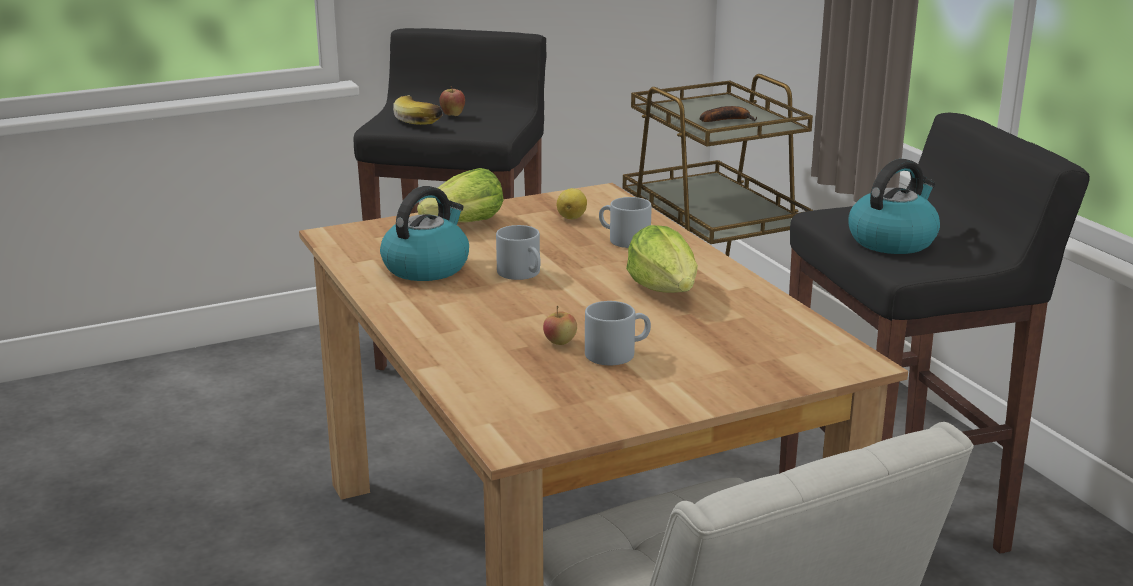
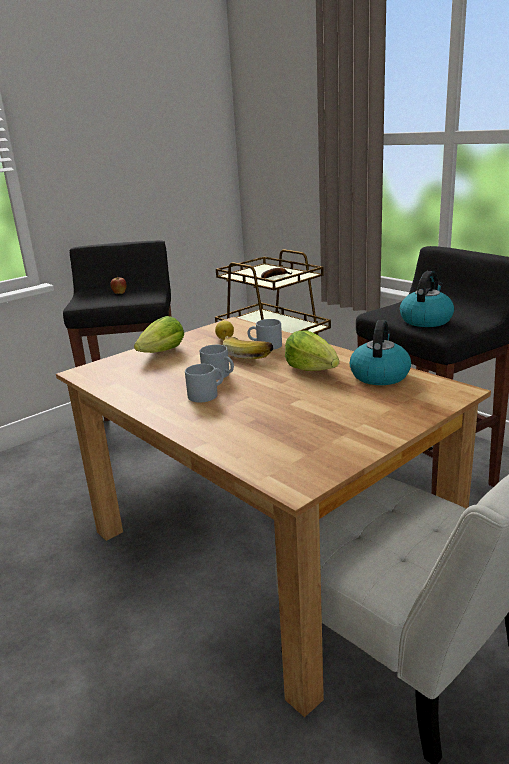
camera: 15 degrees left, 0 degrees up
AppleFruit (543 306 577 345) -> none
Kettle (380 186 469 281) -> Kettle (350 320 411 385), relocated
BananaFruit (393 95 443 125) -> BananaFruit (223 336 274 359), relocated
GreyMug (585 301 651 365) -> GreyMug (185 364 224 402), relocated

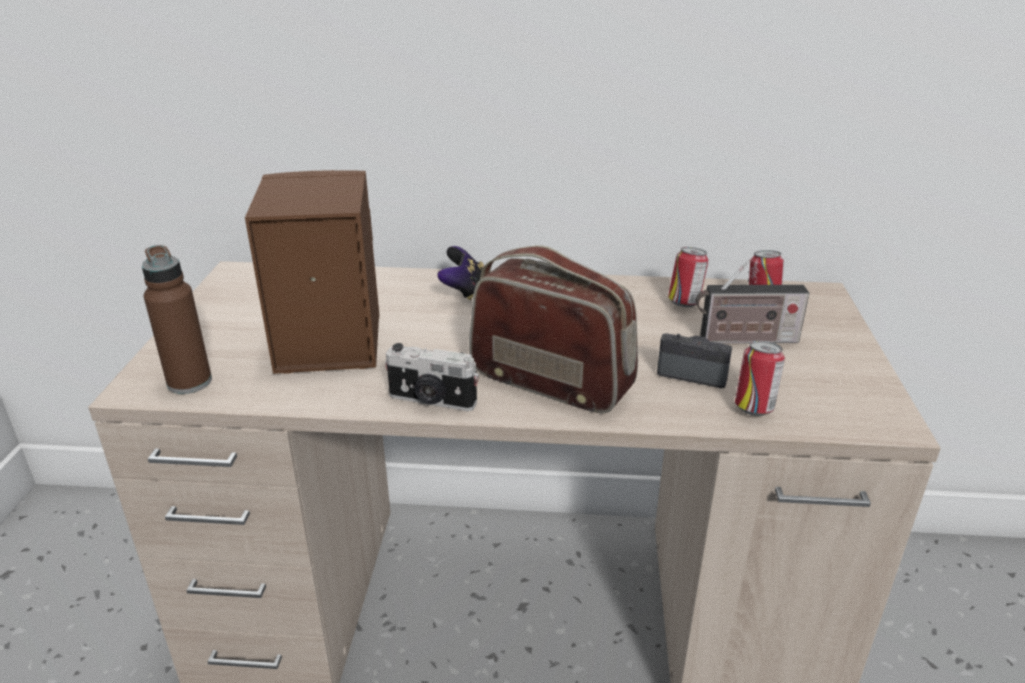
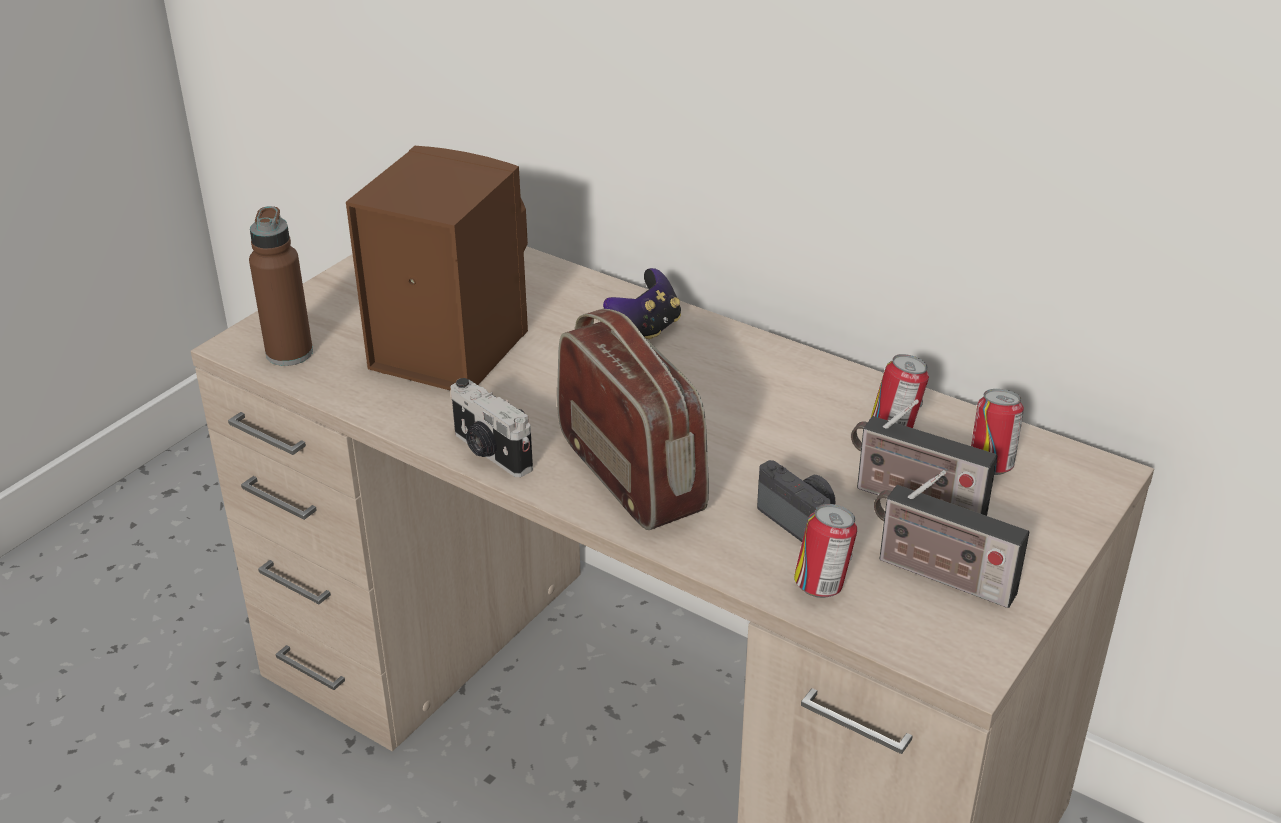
camera: 30 degrees right, 5 degrees up
none -> RadioReceiver (874 470 1029 608)

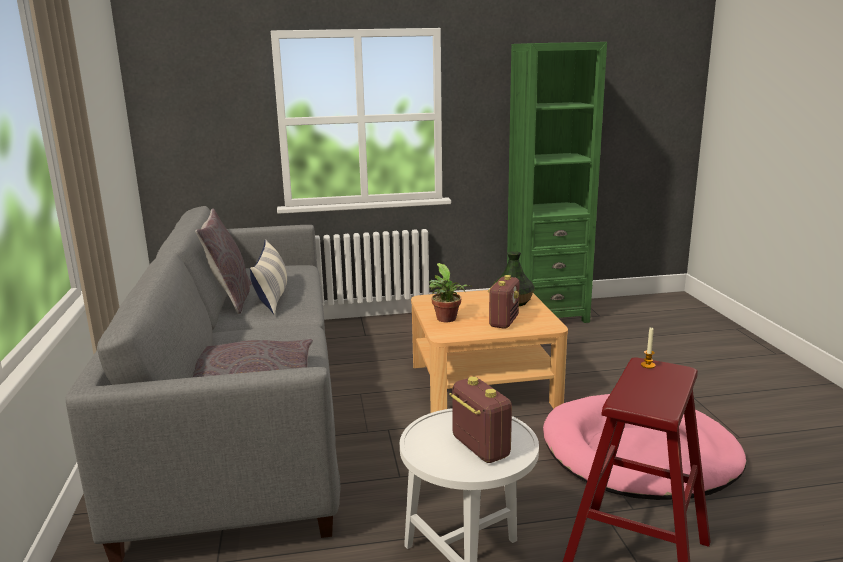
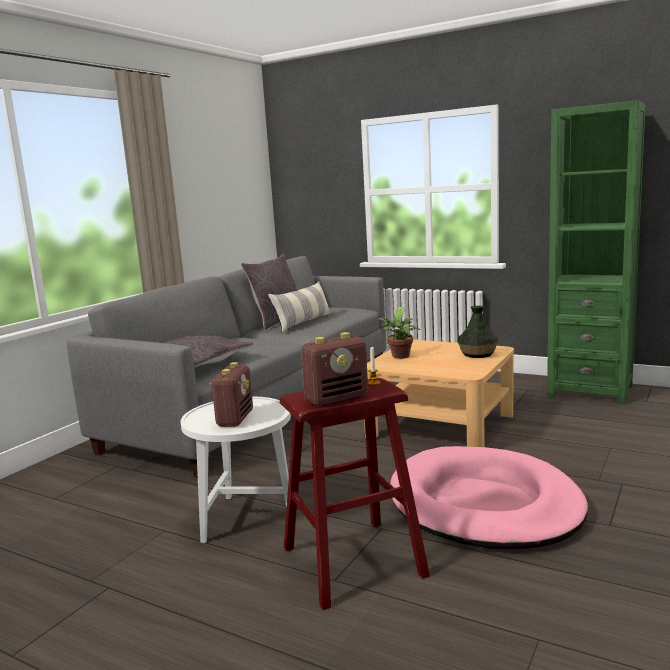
camera: 40 degrees right, 5 degrees down
RadioReceiver (488 275 519 329) -> RadioReceiver (301 332 368 406), relocated

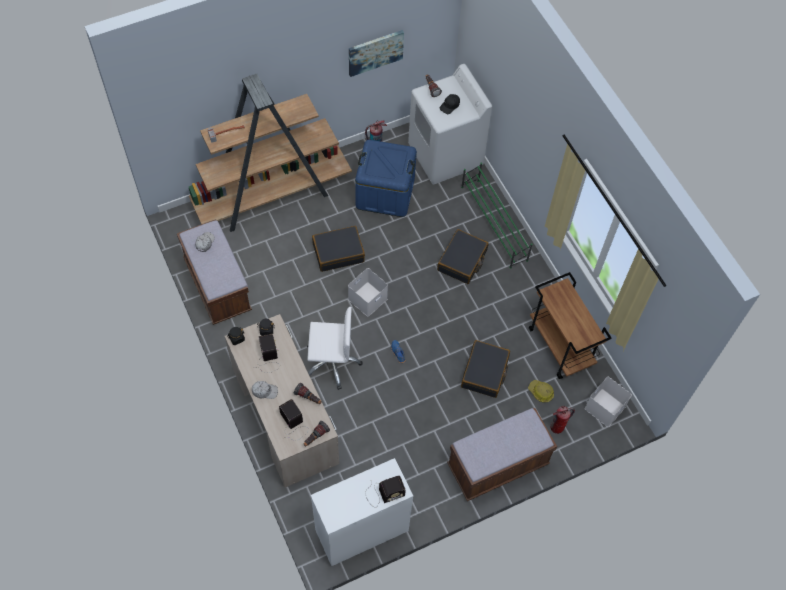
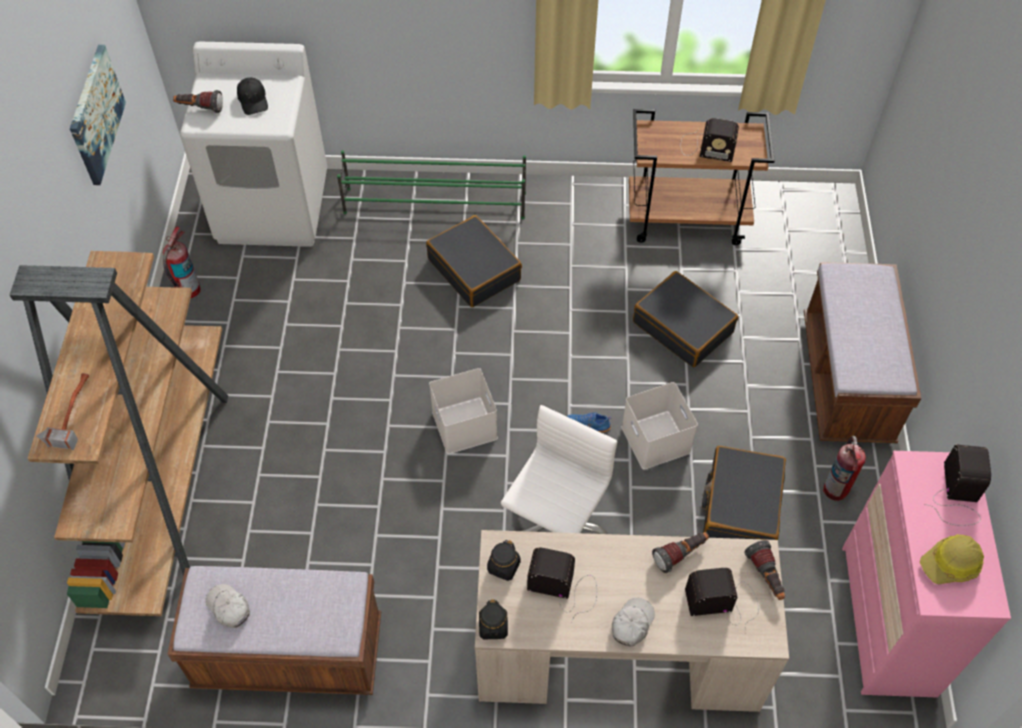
camera: 60 degrees left, 5 degrees down
BlueStorageBox (355 140 417 217) -> none
none -> RadioReceiver (681 118 739 162)
BlackishSuitcase (312 226 365 272) -> BlackishSuitcase (702 446 786 540), relocated
WorkHelmet (528 380 554 402) -> WorkHelmet (920 535 984 584), relocated
FireExtinguisher (550 406 575 434) -> FireExtinguisher (823 436 866 501), relocated
WhiteColouredStorageBox (585 377 632 427) -> WhiteColouredStorageBox (621 382 698 469), relocated
WhiteColouredChestOfDrawers (310 458 414 566) -> PinkChestOfDrawers (842 451 1011 698)

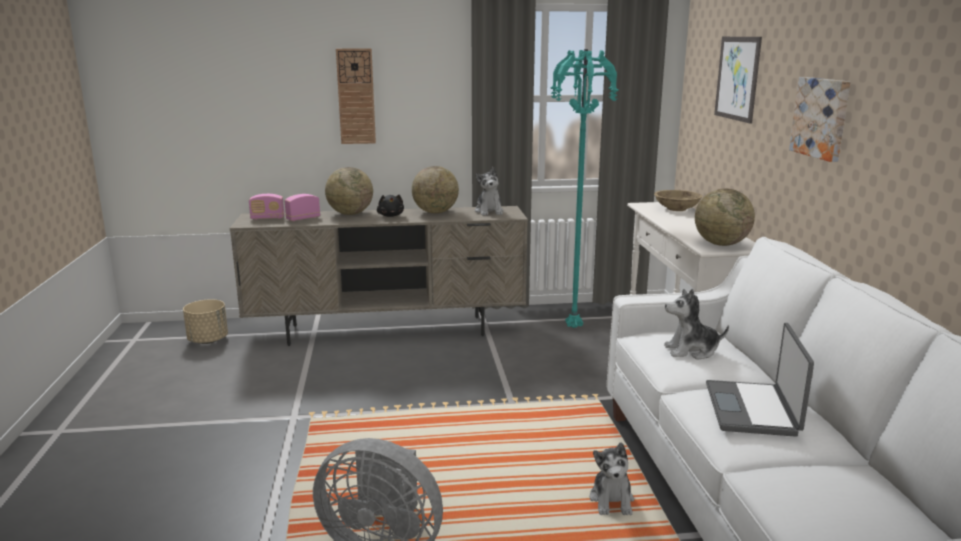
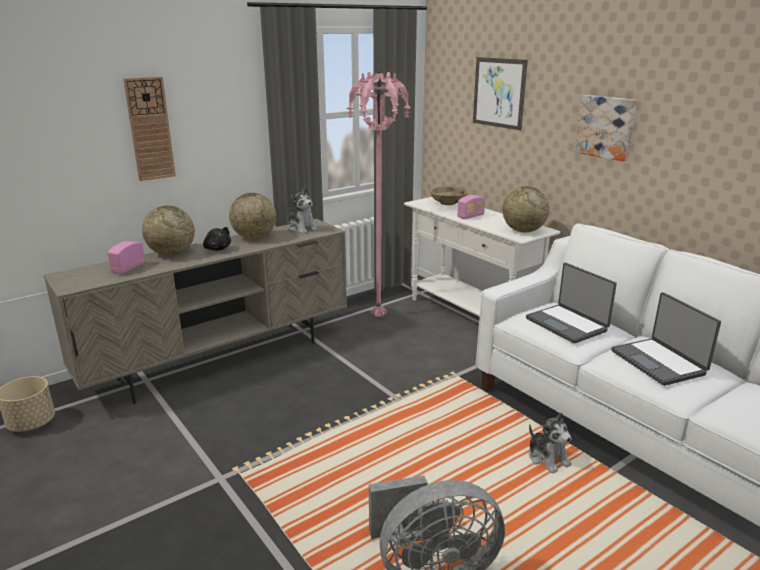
camera: 30 degrees left, 5 degrees up
RadioReceiver (249 194 284 220) -> RadioReceiver (457 195 485 219), relocated
SoftToy (664 289 729 360) -> Laptop (526 263 617 344)
BlueGreenFloorLamp (550 49 618 328) -> PinkFloorLamp (347 72 411 317)

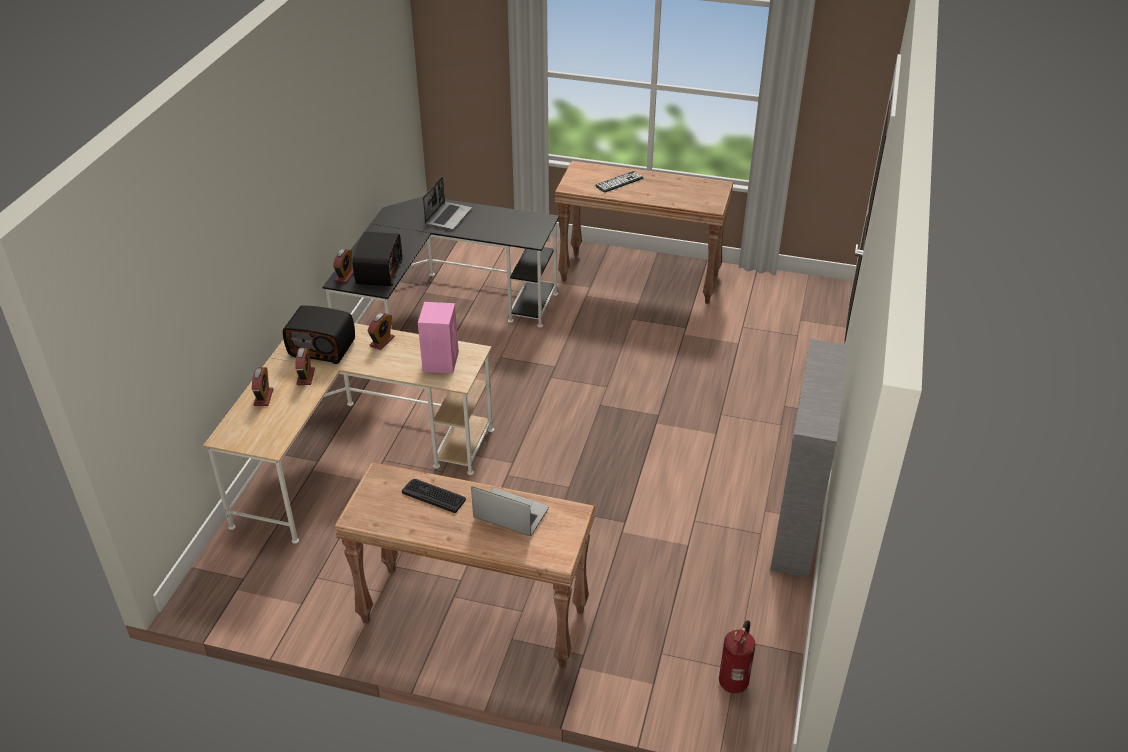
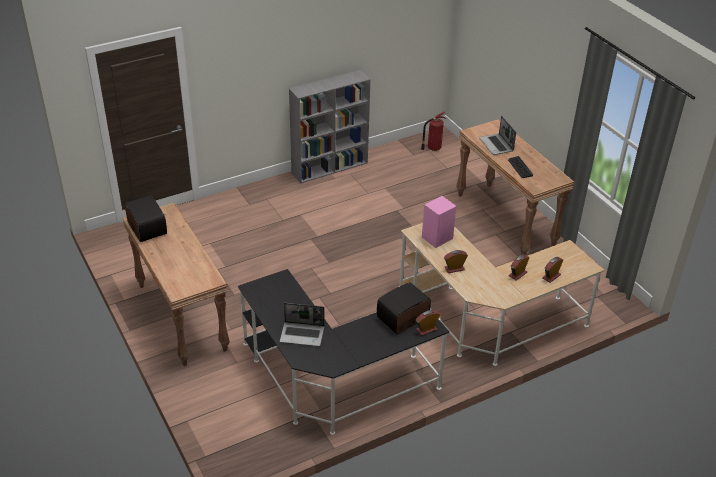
camera: 135 degrees left, 0 degrees up
ComputerKeyboard (595 171 643 192) -> none
RadioReceiver (283 305 355 364) -> RadioReceiver (125 195 167 242), relocated
Laptop (423 176 472 230) -> Laptop (280 303 324 346), 150 degrees counterclockwise

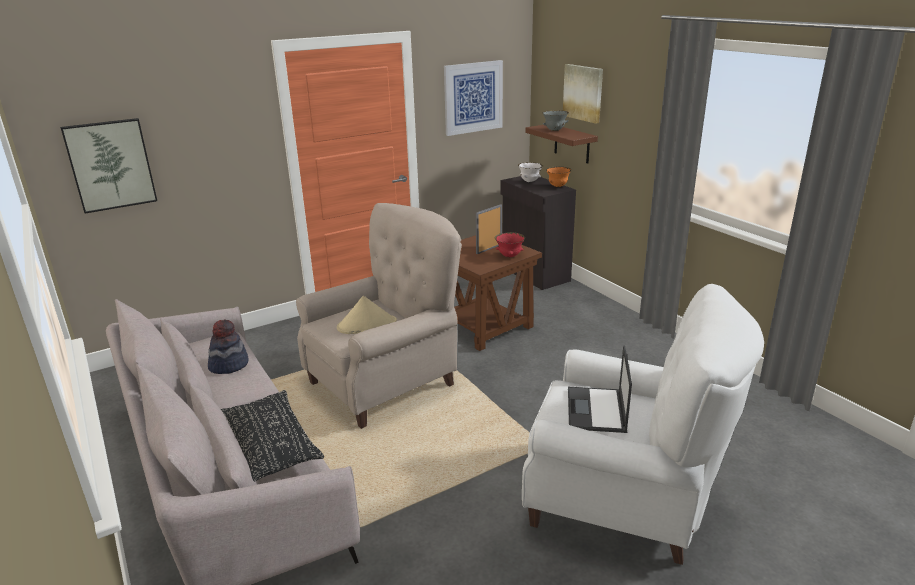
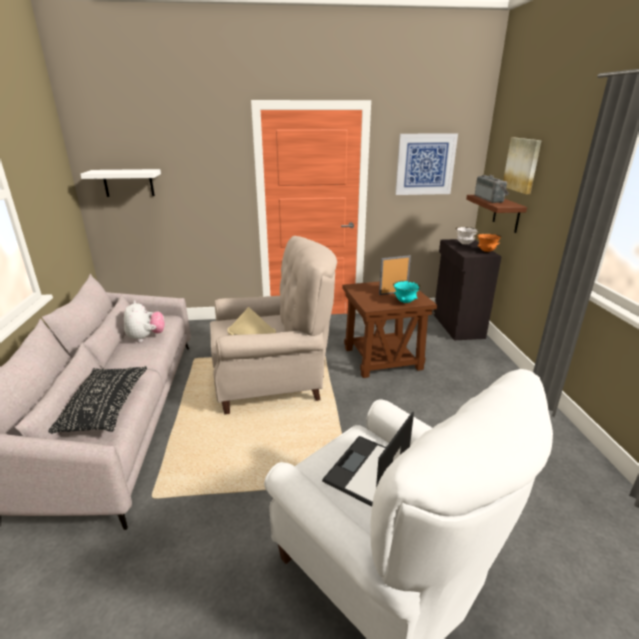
camera: 25 degrees right, 0 degrees up
WallArt (60 118 157 213) -> WhiteColouredShelf (80 169 161 197)
Hat (208 320 249 374) -> SoftToy (124 301 165 342)
GreyBowl (543 110 569 131) -> RadioReceiver (475 175 509 203)
RedBowl (495 232 525 257) -> BlueGreenBowl (393 281 421 303)

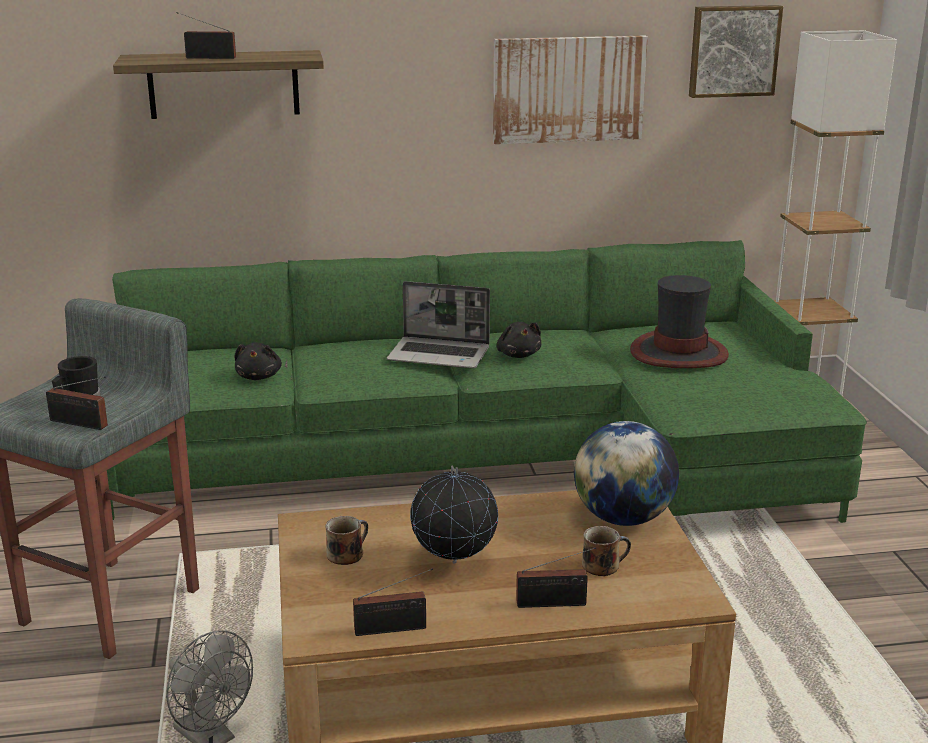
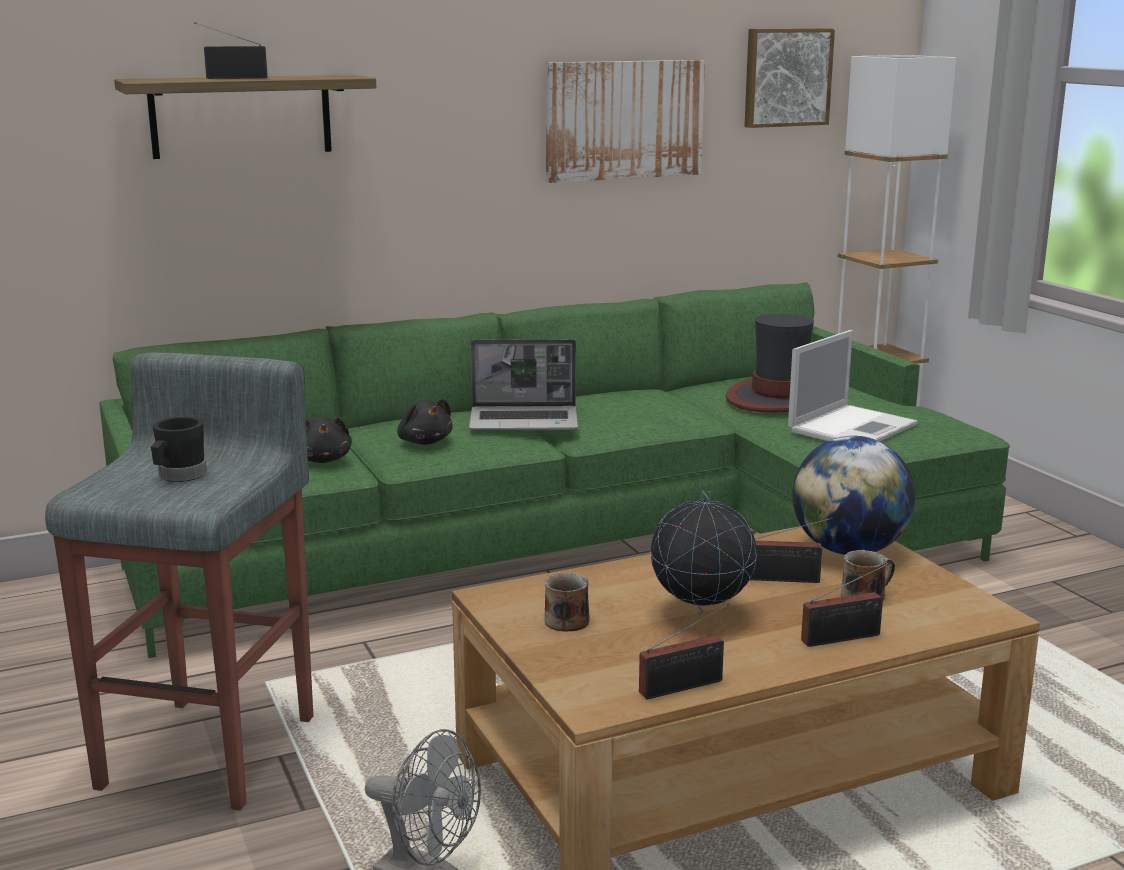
camera: 15 degrees left, 5 degrees down
none -> Laptop (788 330 918 441)
RadioReceiver (46 376 108 430) -> RadioReceiver (750 518 832 583), relocated
BlackishSoftToy (496 322 541 358) -> BlackishSoftToy (397 399 453 445), relocated

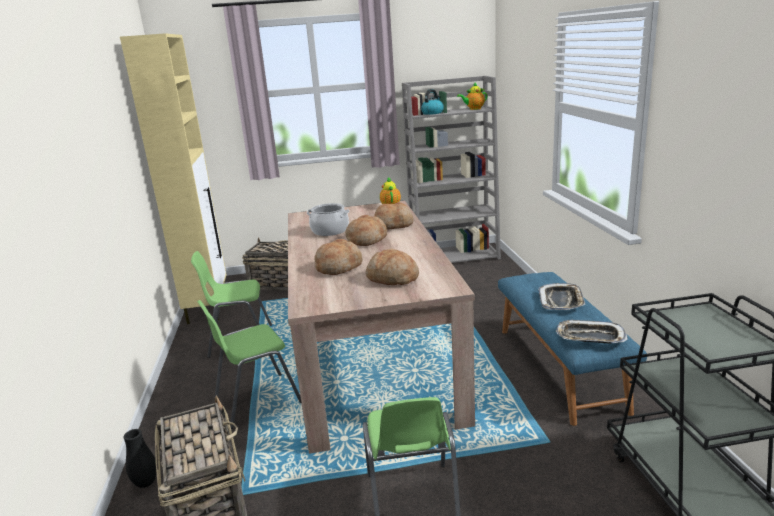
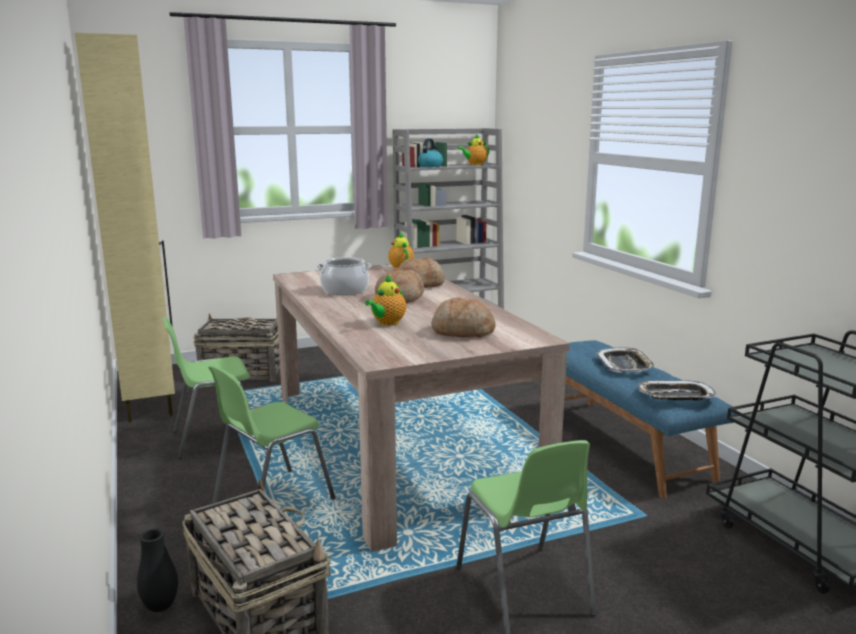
camera: 15 degrees left, 5 degrees down
Bread (314 239 363 275) -> PotForTea (365 274 406 326)

